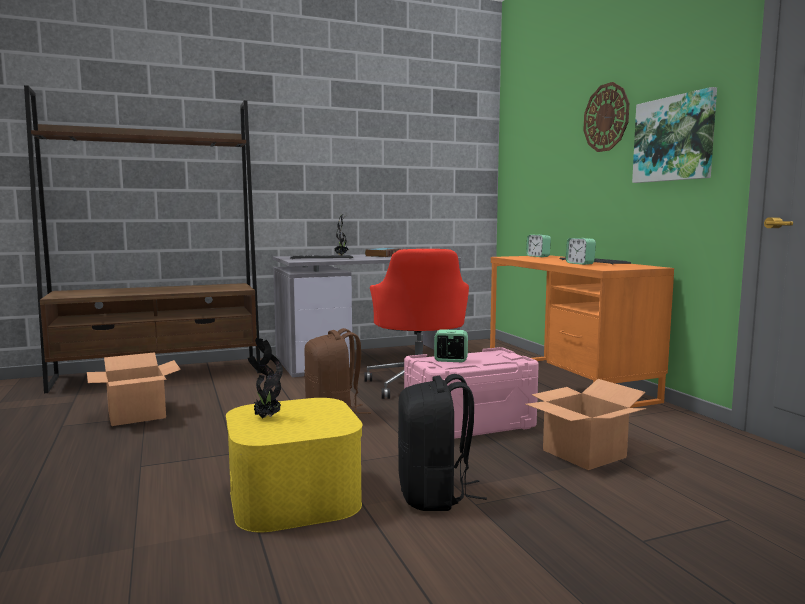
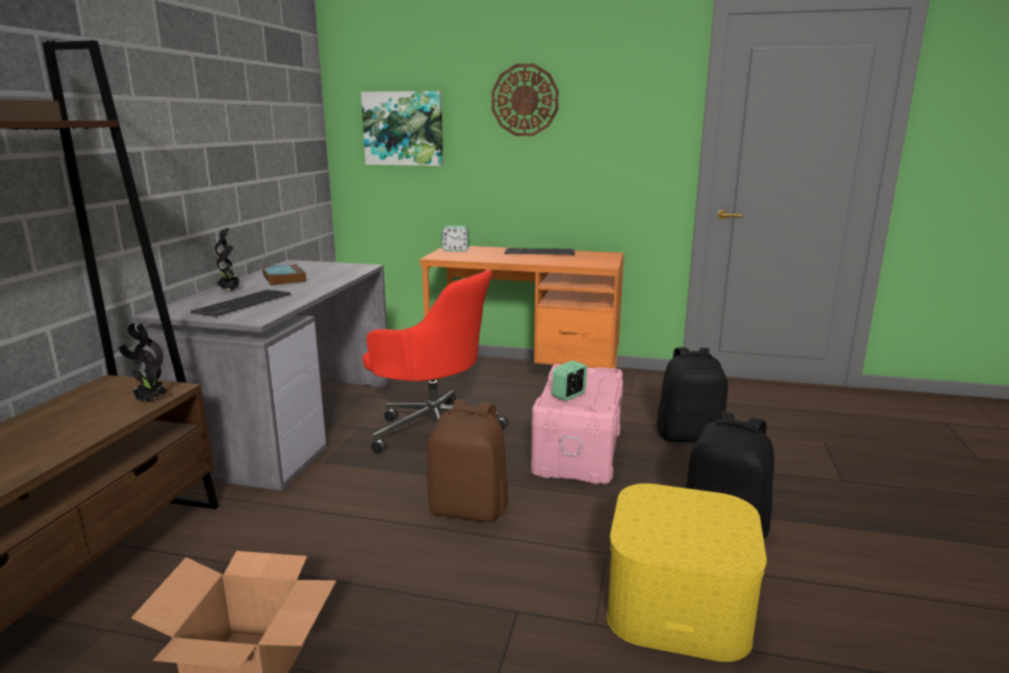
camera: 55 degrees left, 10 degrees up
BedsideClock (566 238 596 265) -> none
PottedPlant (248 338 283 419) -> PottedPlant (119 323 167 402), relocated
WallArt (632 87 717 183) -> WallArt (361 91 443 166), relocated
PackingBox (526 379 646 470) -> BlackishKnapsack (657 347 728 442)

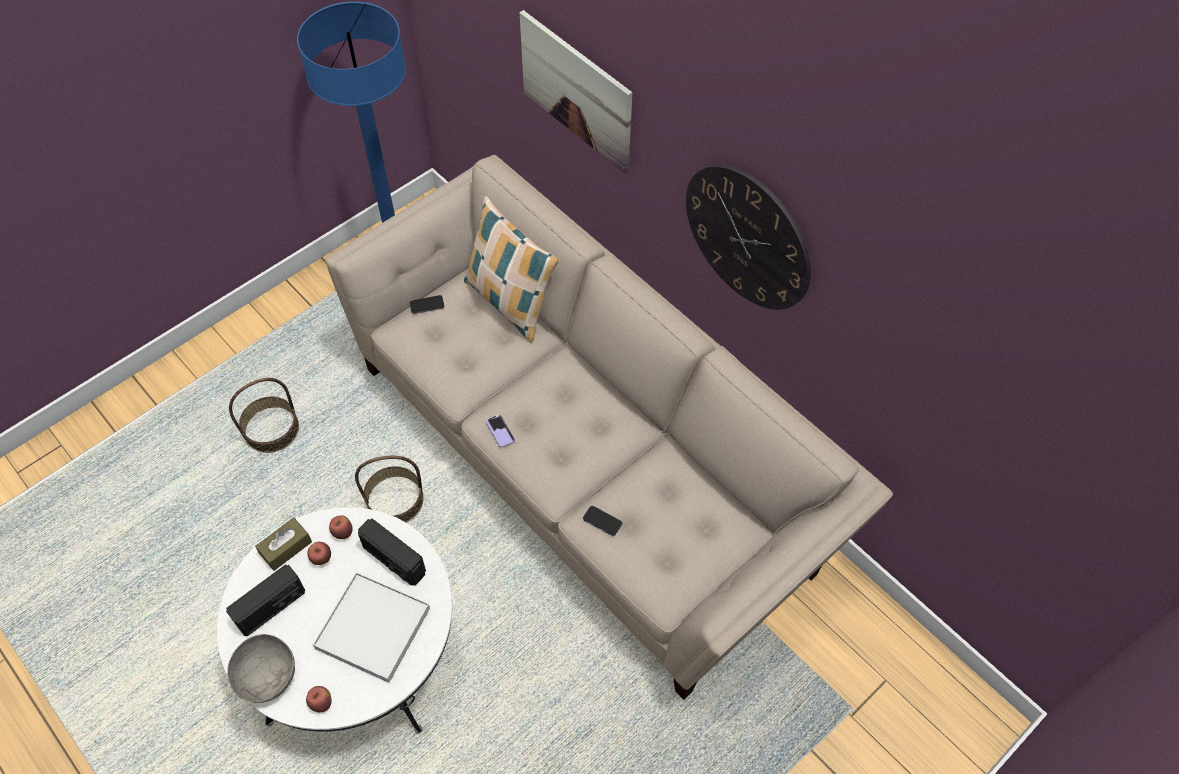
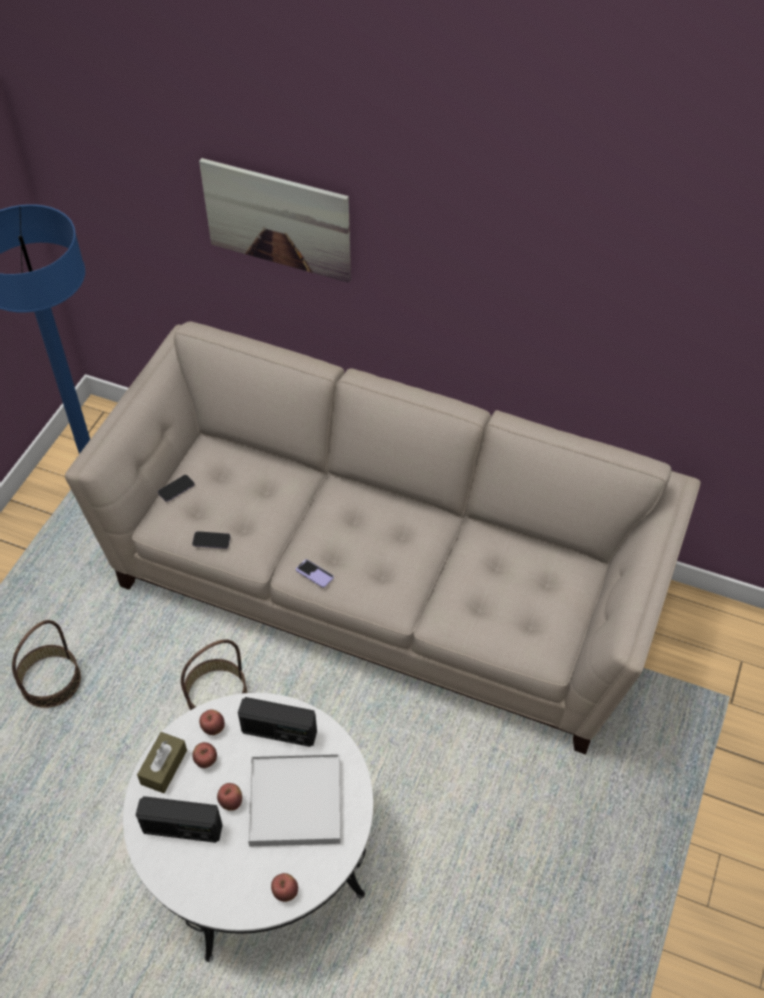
camera: 25 degrees left, 5 degrees down
GreyBowl (227 634 295 703) -> none
ThrowPillow (464 196 559 343) -> none
HangingClock (686 164 811 310) -> none
none -> AppleFruit (217 783 242 811)
Handset (583 506 622 536) -> Handset (192 531 231 549), relocated
RadioReceiver (226 564 305 636) -> RadioReceiver (136 796 223 843), 75 degrees clockwise

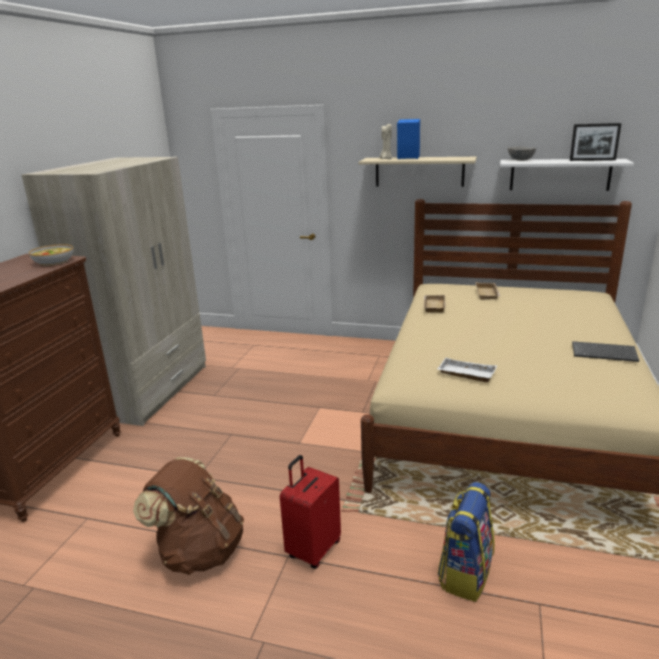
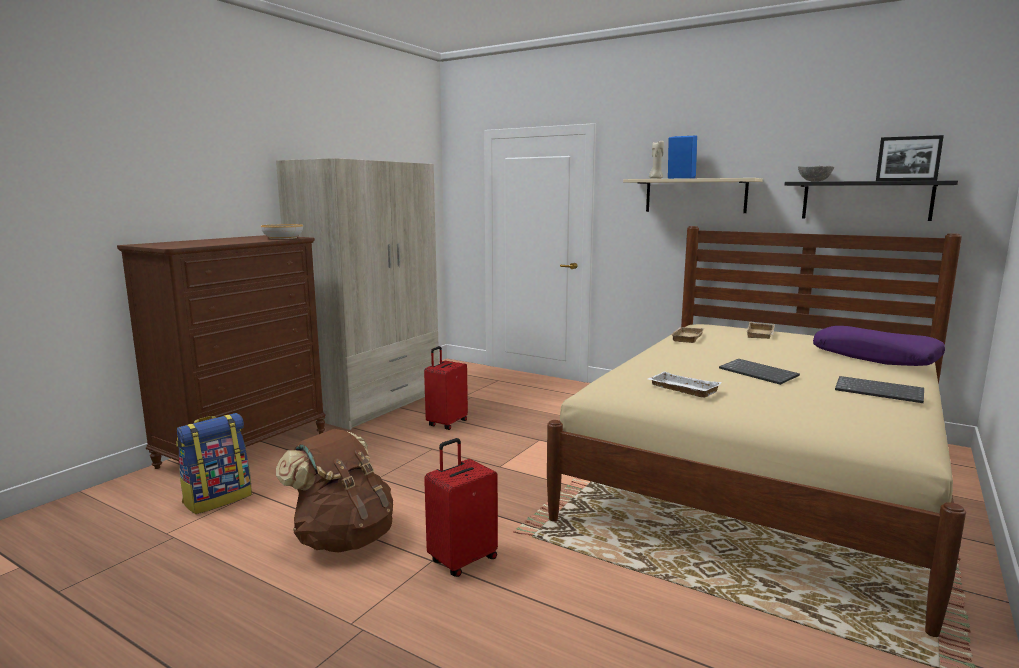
camera: 15 degrees right, 10 degrees down
none -> RedSuitcase (424 346 468 430)
none -> ComputerKeyboard (719 359 800 385)
none -> PurpleColouredThrowPillow (813 326 945 366)
Knapsack (438 482 495 602) -> Knapsack (176 413 252 514), relocated
WhiteColouredShelf (500 159 634 191) -> BlackishShelf (785 181 958 221)

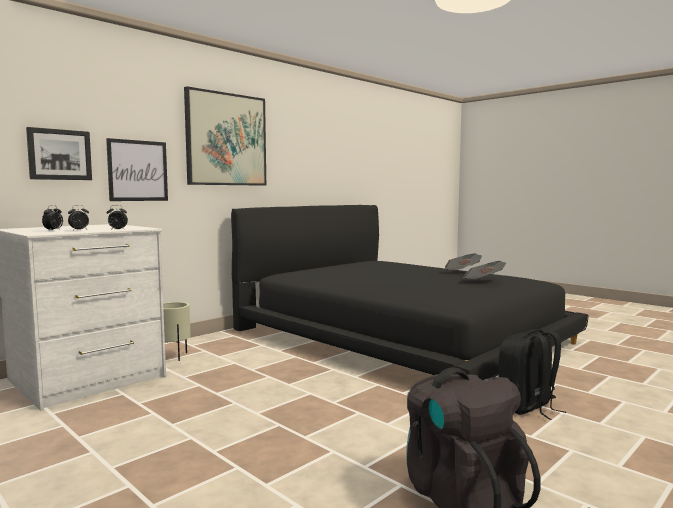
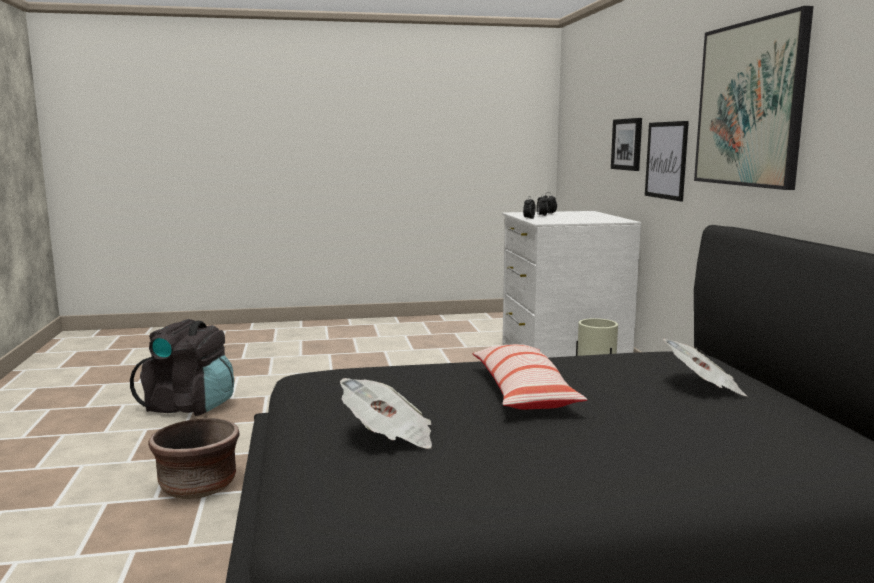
camera: 125 degrees right, 5 degrees up
none -> ThrowPillow (473 344 588 409)
PrintedPaper (444 253 482 270) -> PrintedPaper (663 339 747 396), relocated
BlackishKnapsack (498 329 566 420) -> BrownColouredFlowerPot (148 418 240 499)

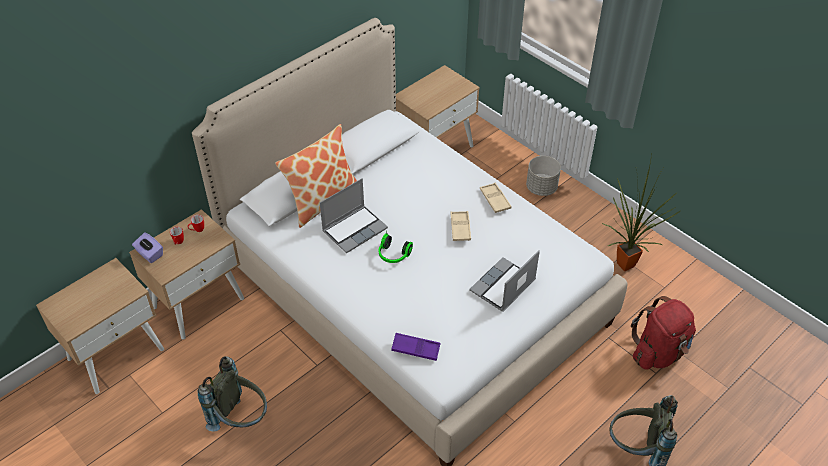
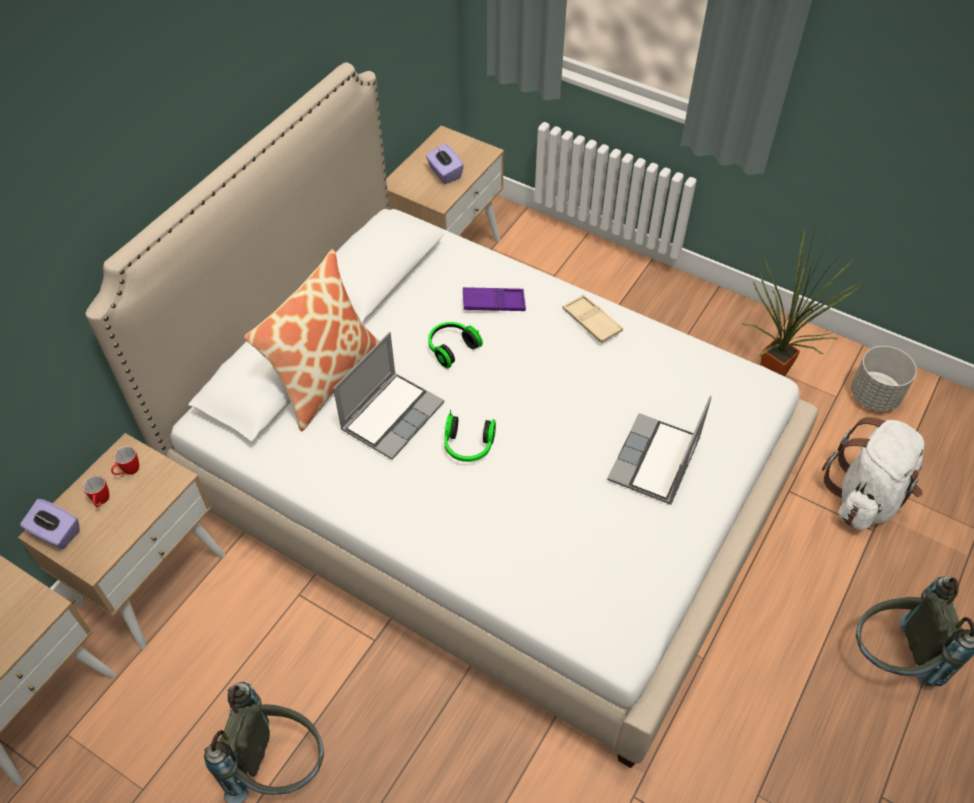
camera: 15 degrees left, 5 degrees up
SandColouredTray (450 211 471 241) -> none
none -> PurpleColouredBoxOfTissues (426 144 464 184)
none -> Headphones (428 322 483 369)
PurpleColouredTray (391 333 441 361) -> PurpleColouredTray (463 287 526 311), relocated
GreyFlowerPot (526 156 561 196) -> GreyFlowerPot (851 346 917 411), relocated
RedKnapsack (631 296 696 370) -> WhiteColouredKnapsack (822 417 924 530)

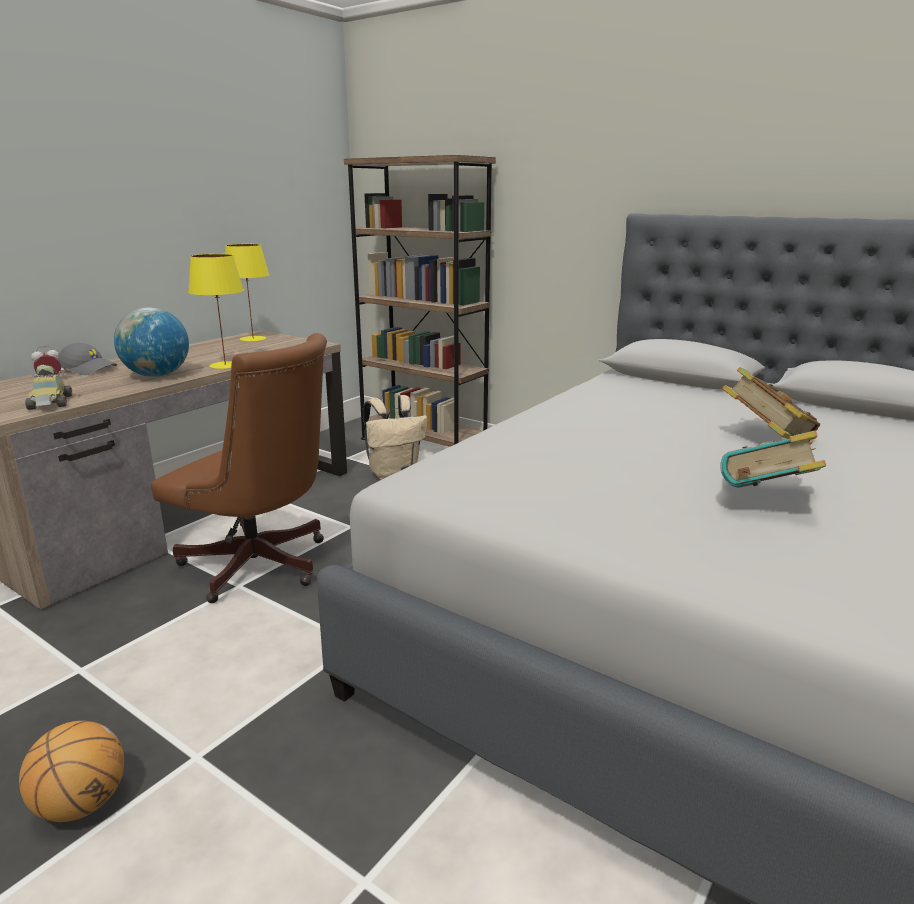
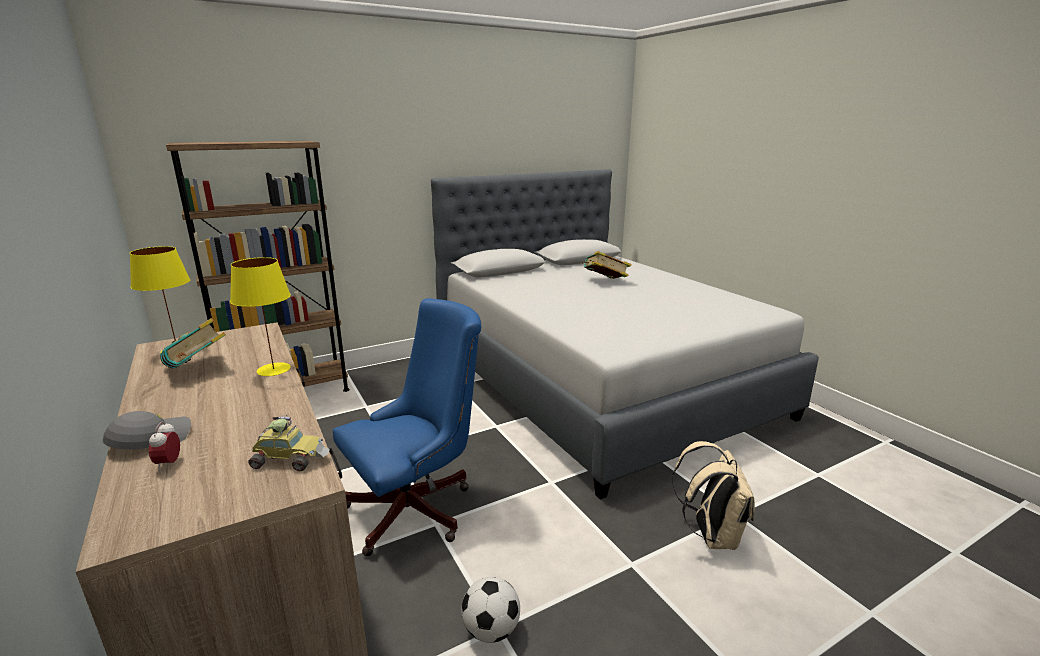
camera: 65 degrees left, 0 degrees up
Basketball (19 721 124 822) -> none
DeskGlobe (114 307 189 377) -> none
none -> BallForFootball (461 577 520 643)
SandColouredKnapsack (363 395 427 479) -> SandColouredKnapsack (672 441 755 550), relocated
Book (720 431 826 488) -> Book (160 318 226 369), relocated
BrownColouredOfficeChair (151 333 327 603) -> BlueOfficeChair (333 298 481 556)

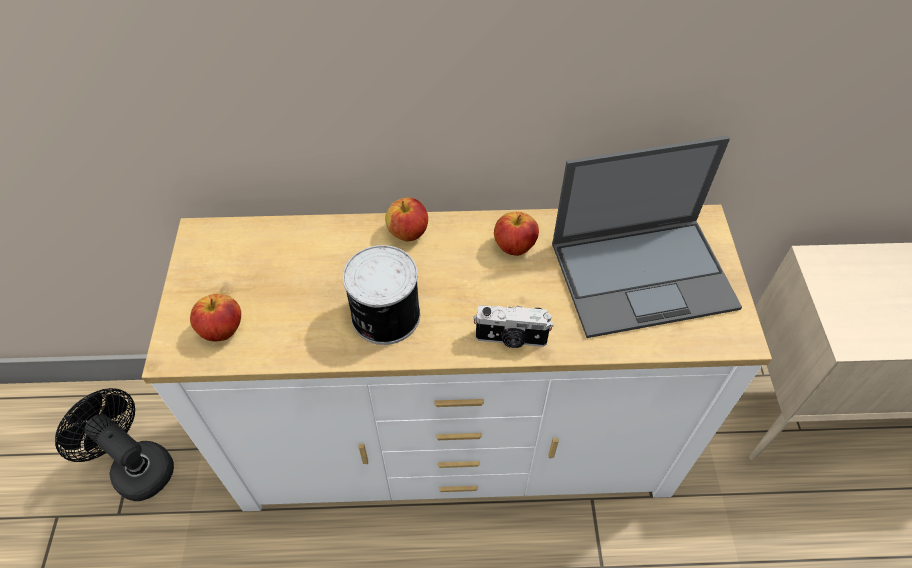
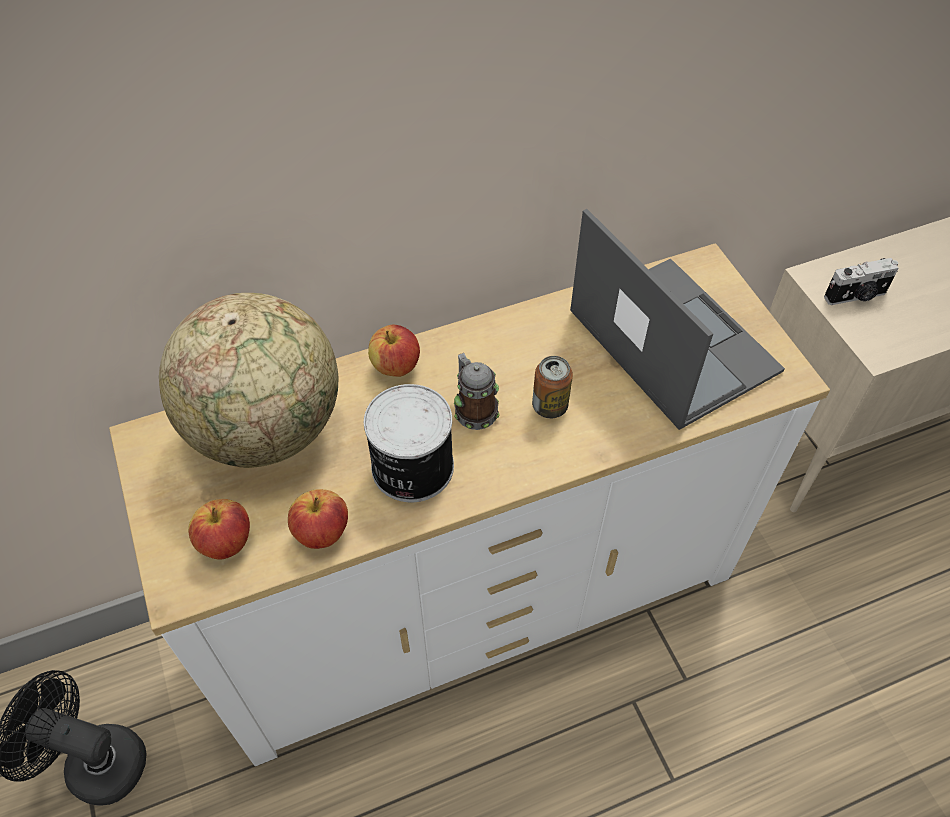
camera: 20 degrees left, 0 degrees up
none -> DeskGlobe (159 293 338 468)
none -> Mug (454 353 500 430)
none -> MetalCan (532 356 573 418)
StillCamera (473 305 554 348) -> StillCamera (824 258 899 305), relocated
AppleFruit (494 212 539 256) -> AppleFruit (288 489 348 549), relocated
Laptop (552 136 742 338) -> Laptop (570 209 785 430), 90 degrees counterclockwise

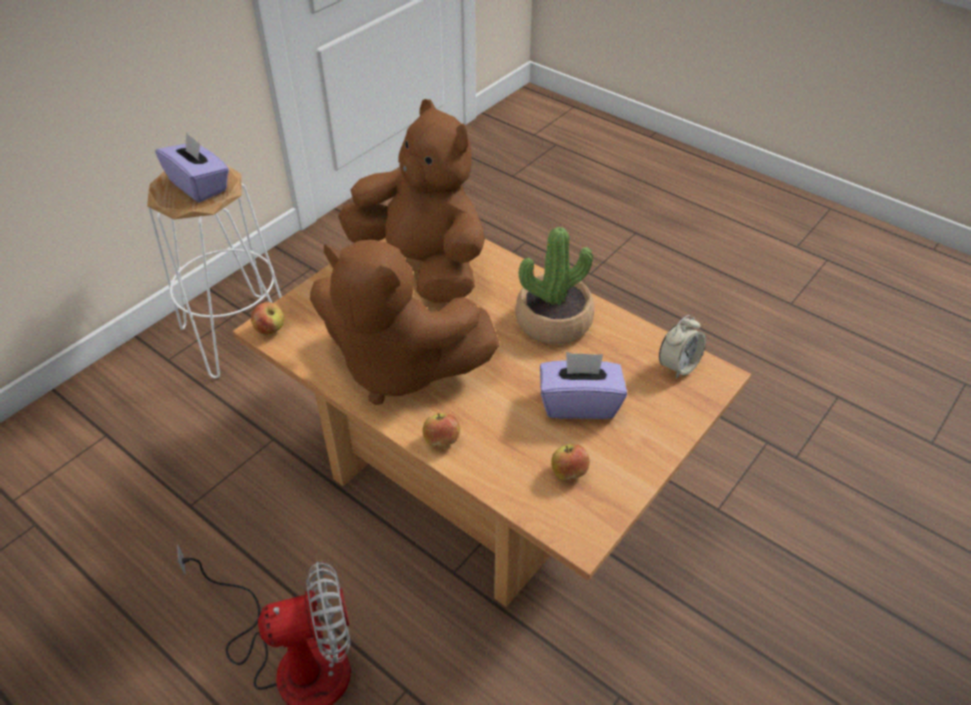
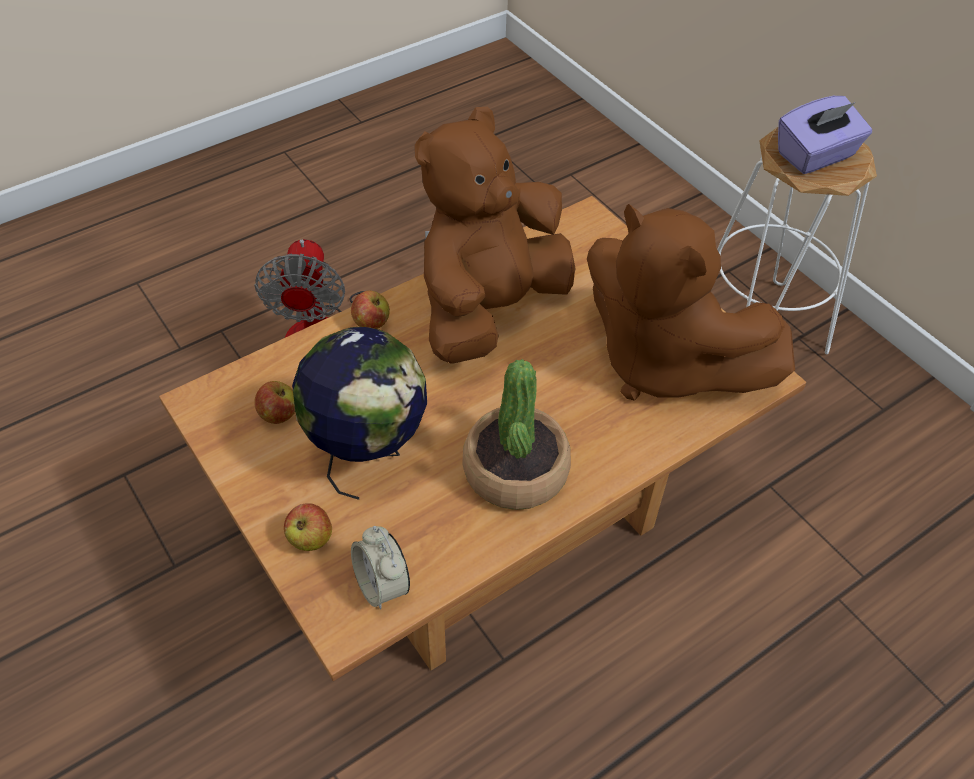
camera: 105 degrees right, 5 degrees up
AppleFruit (251 302 284 335) -> AppleFruit (284 503 332 551), relocated
PurpleColouredBoxOfTissues (540 352 627 419) -> DeskGlobe (292 327 427 500)
BrownColouredSoftToy (338 99 485 303) -> BrownColouredSoftToy (587 204 795 401), 75 degrees clockwise

